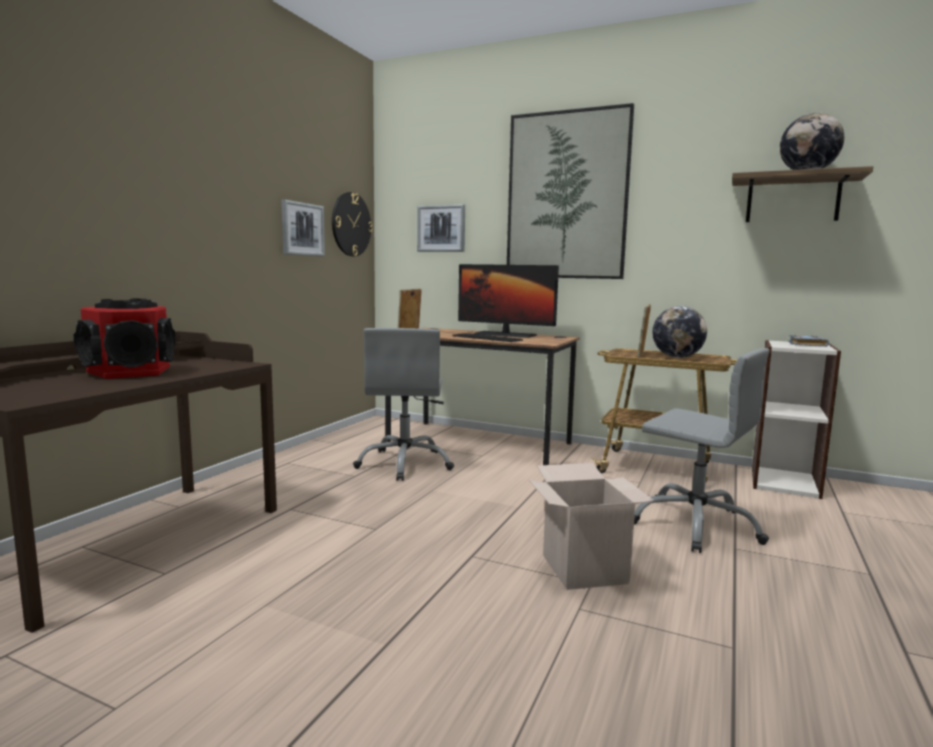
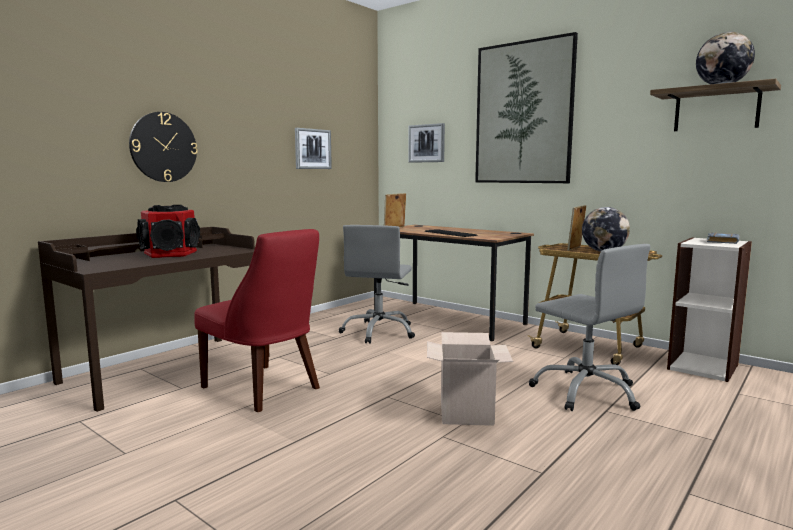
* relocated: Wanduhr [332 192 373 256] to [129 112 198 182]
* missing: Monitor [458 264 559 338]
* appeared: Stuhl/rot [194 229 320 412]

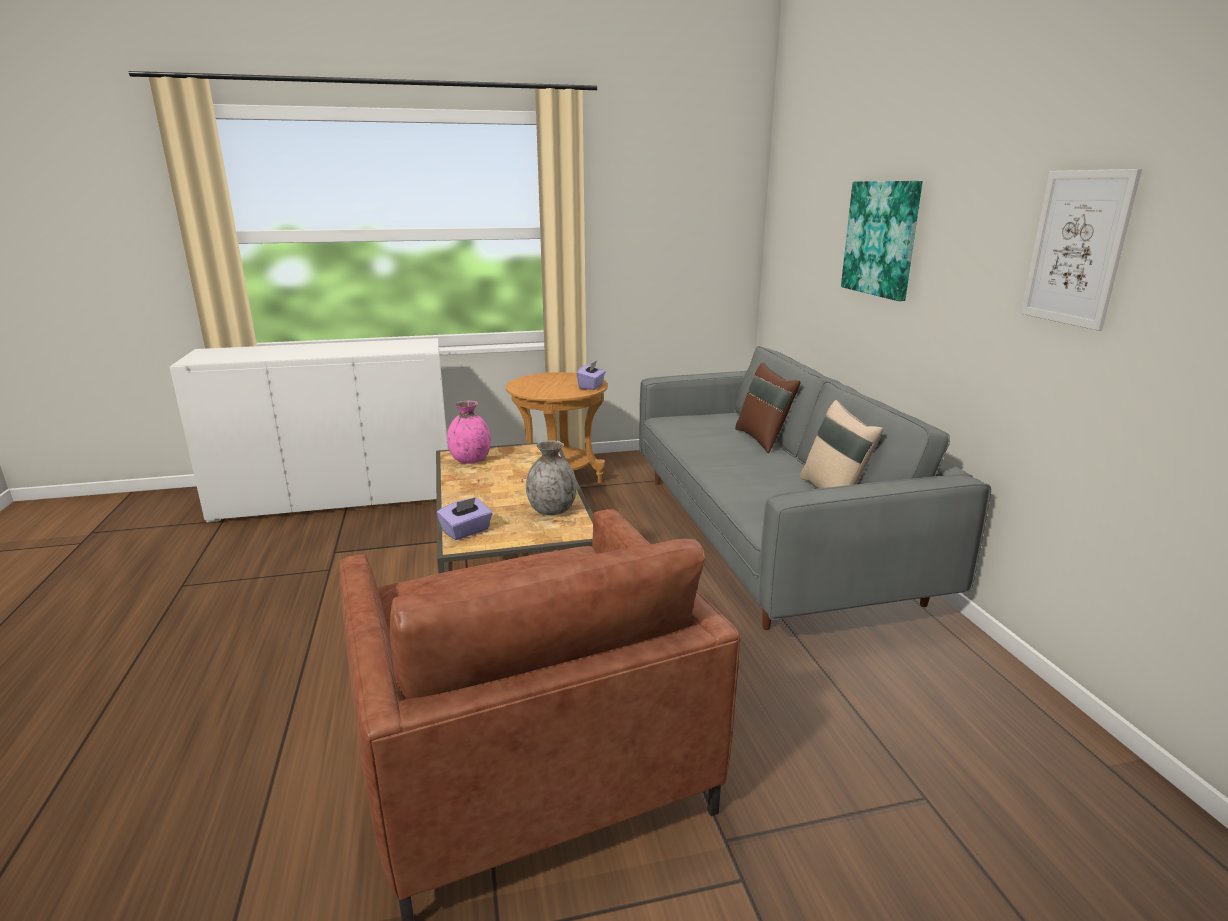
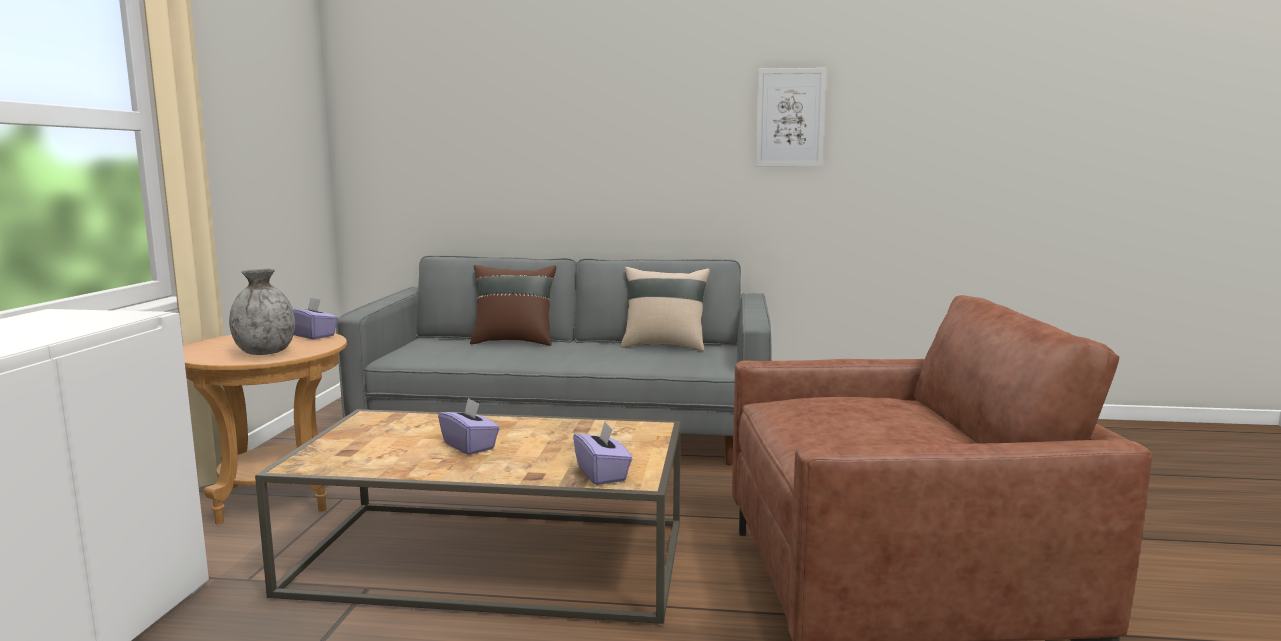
* missing: Vase/rosa [447 401 491 464]
* relocated: Vase/grau [526 440 577 515] to [229 269 295 355]
* missing: Bild [841 181 923 301]
* appeared: Taschentuchbox/lila [438 398 500 455]

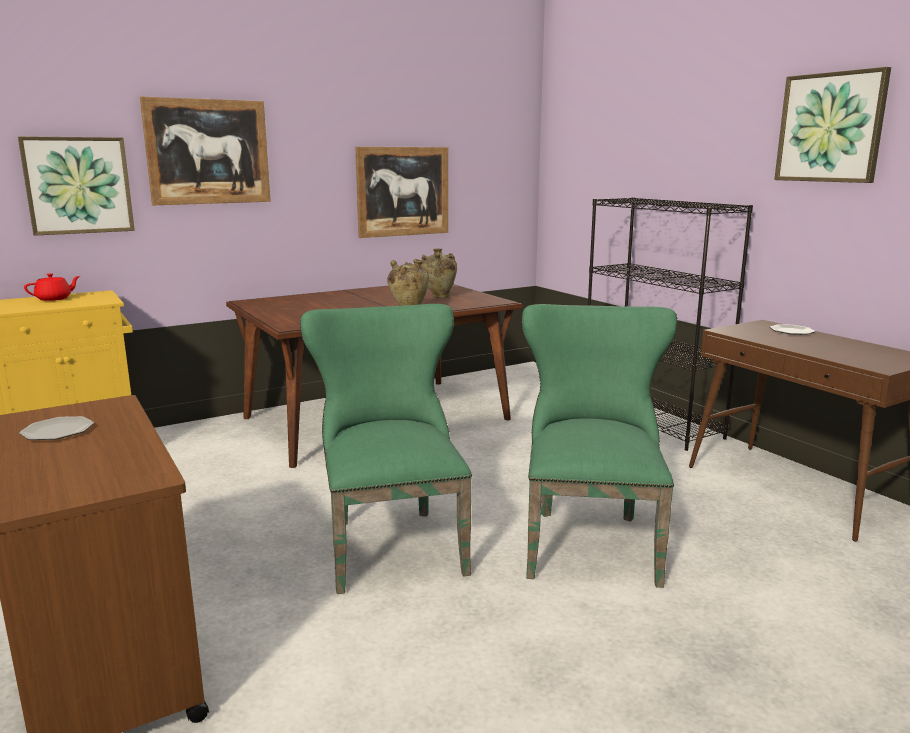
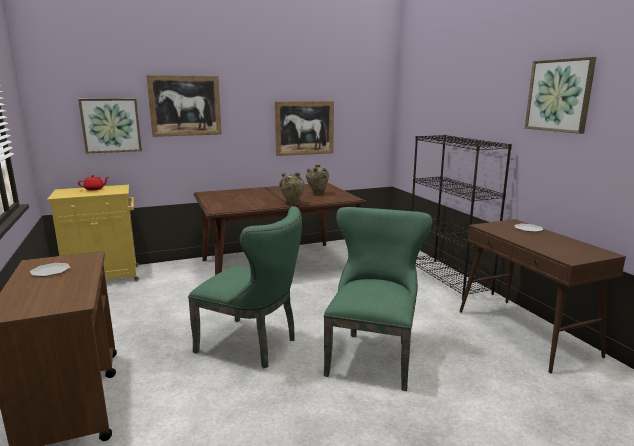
* spun: Stuhl/grün [300 304 472 594] = [188 206 302 368] 120 degrees clockwise

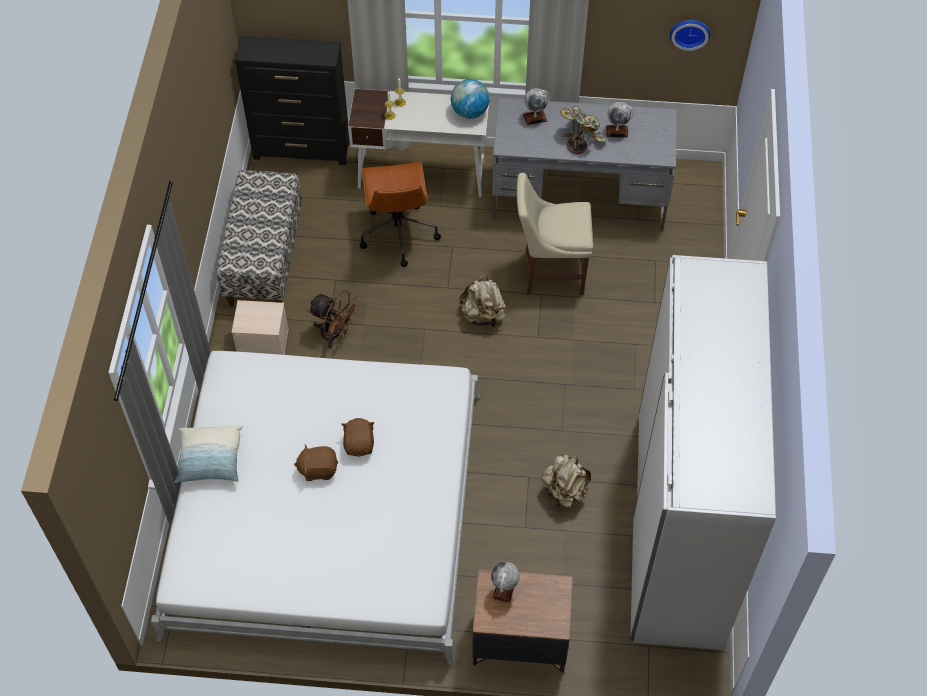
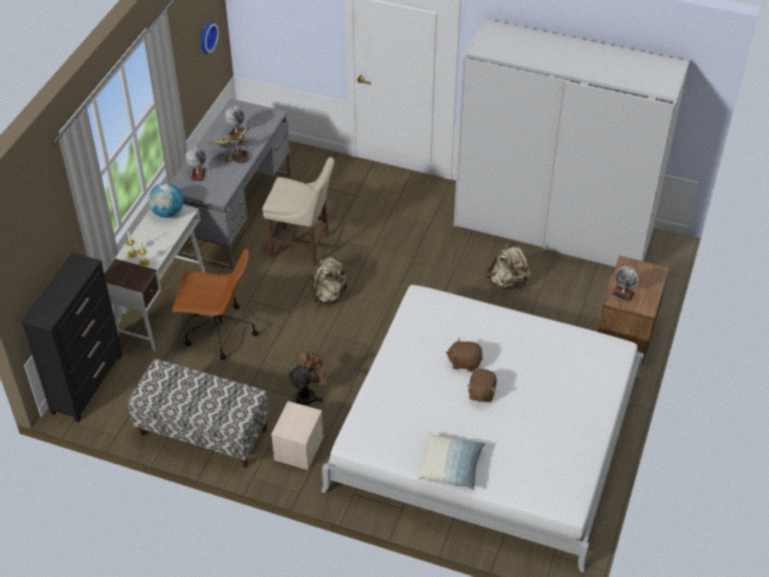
* spun: Stuhl/beige [517 173 593 295] = [262 157 334 265] 90 degrees counterclockwise

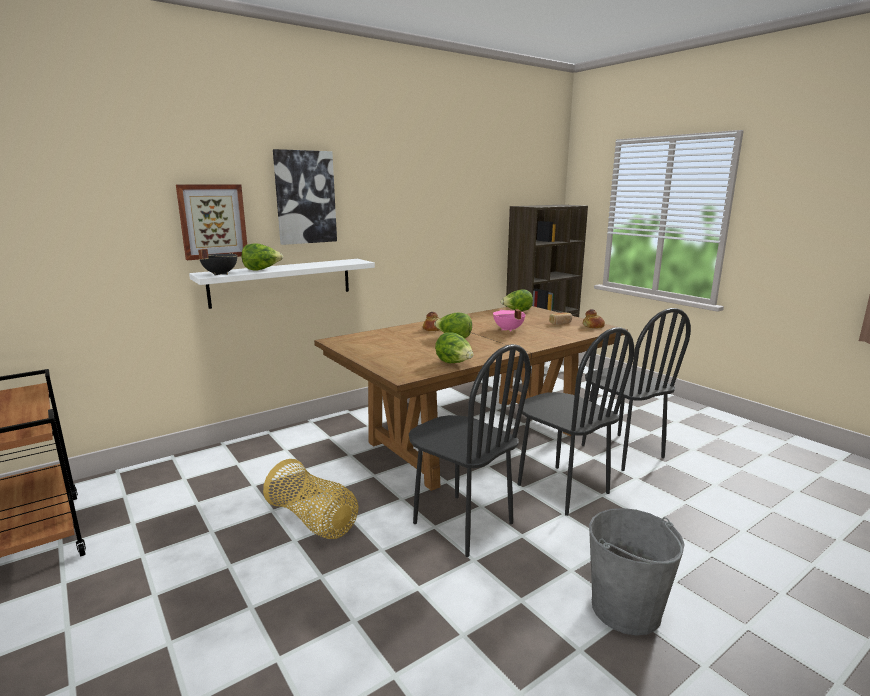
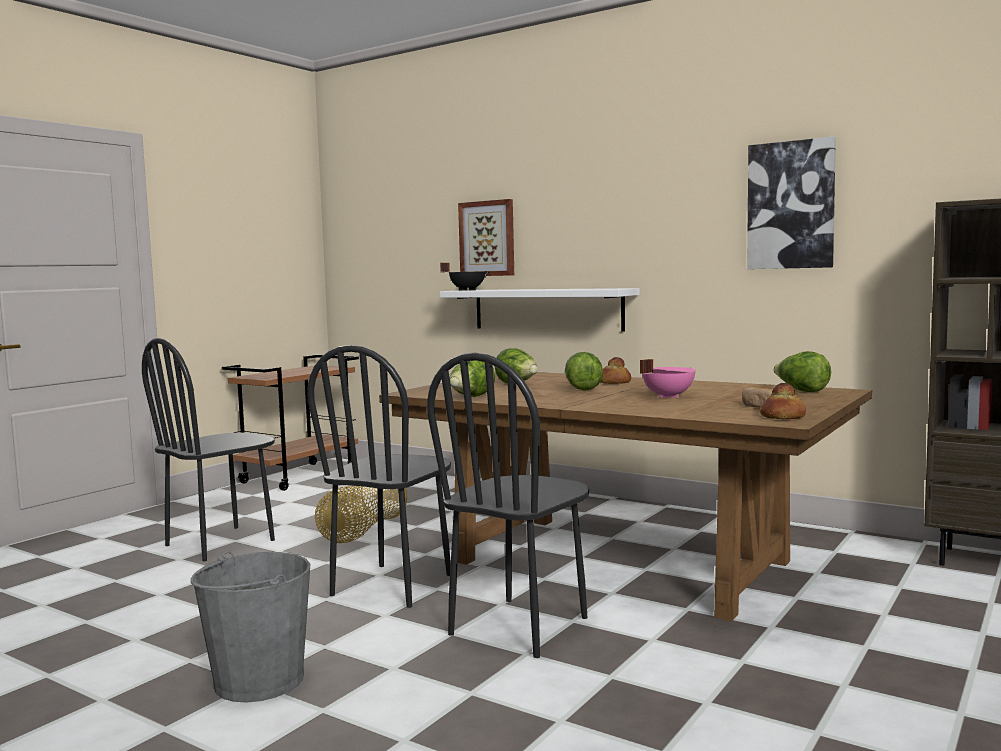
* relocated: Salatkopf [241 243 283 270] to [494 348 538 384]
* relocated: Bild [273 149 337 245] to [747 137 836 269]
* relocated: Stuhl/schwarz [581 308 691 471] to [142 338 275 561]

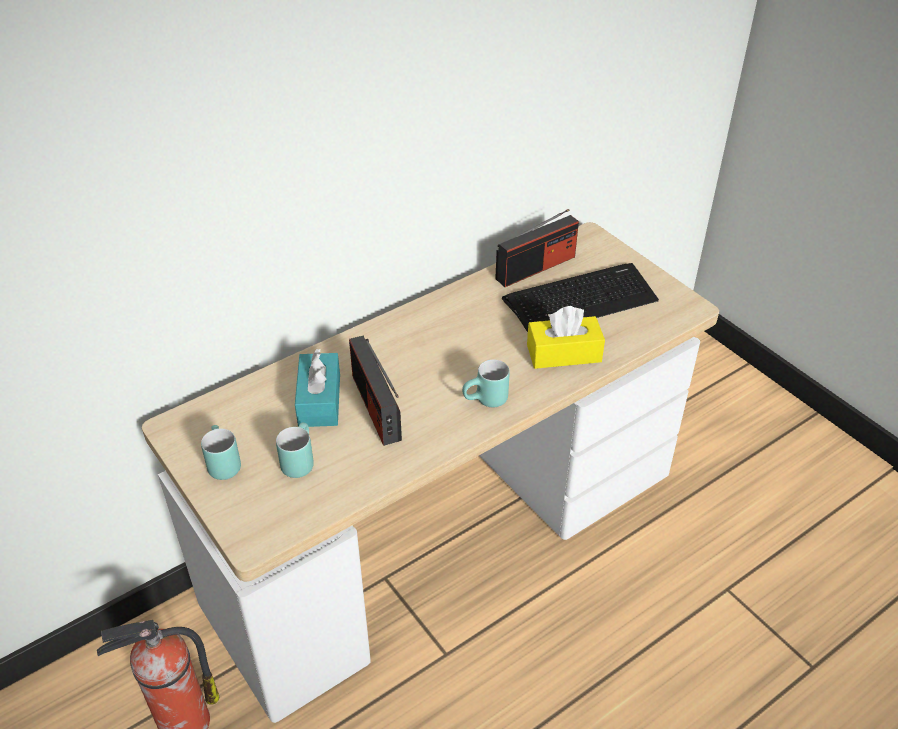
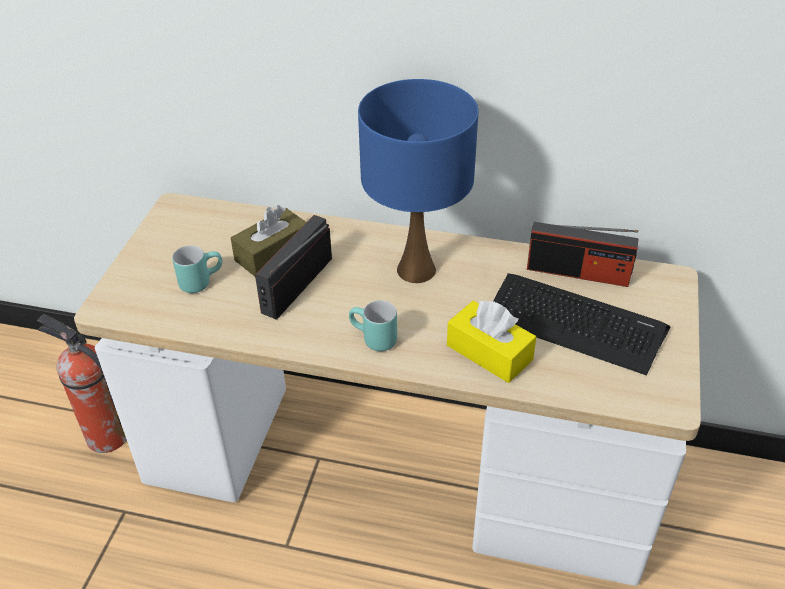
* missing: Henkelbecher/türkis [201 425 241 480]
* colour: Taschentuchbox/türkis [295 349 340 427] to Taschentuchbox/braun [231 205 306 276]
* appeared: Tischlampe/blau [358 79 478 283]

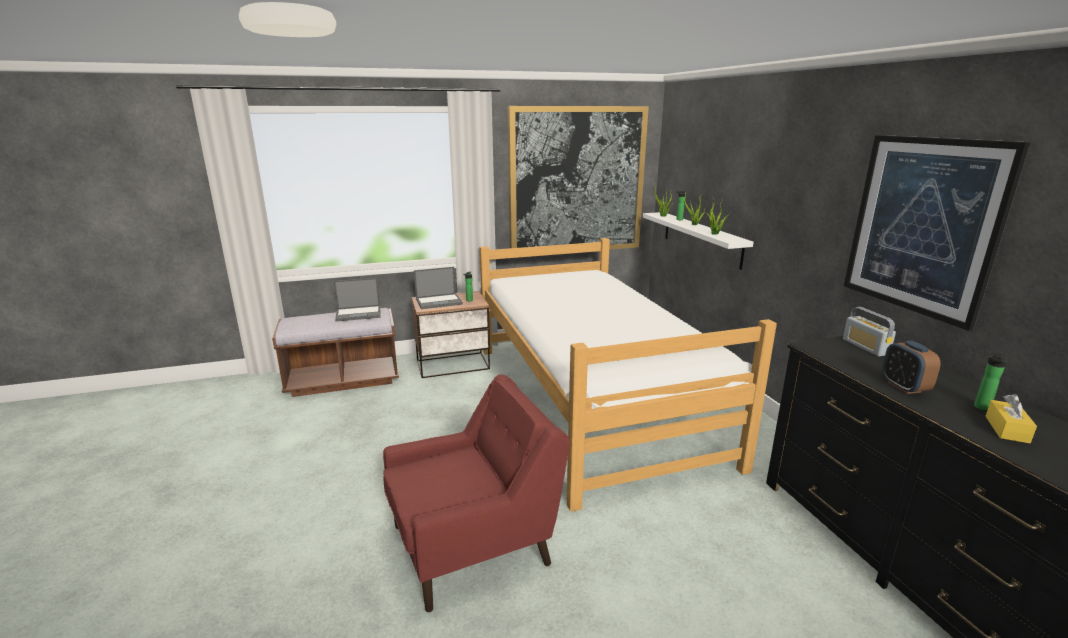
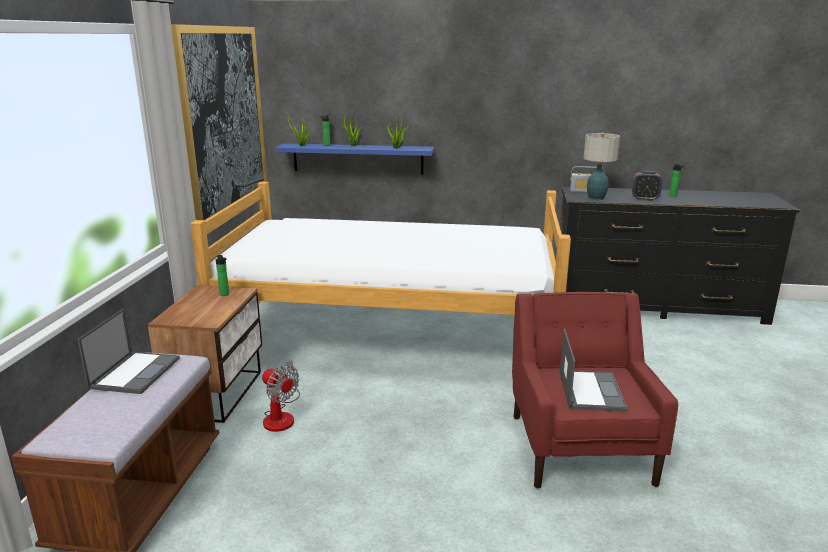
* relocated: Laptop [414 267 463 309] to [560 329 628 412]
* colour: Wandregal/weiß [643 212 754 270] to Wandregal/blau [275 143 434 175]
* missing: Bild [844 135 1030 331]
* missing: Taschentuchbox/gelb [986 394 1037 444]
* appeared: Ventilator [262 360 300 432]
* appeared: Tischlampe [584 133 620 200]

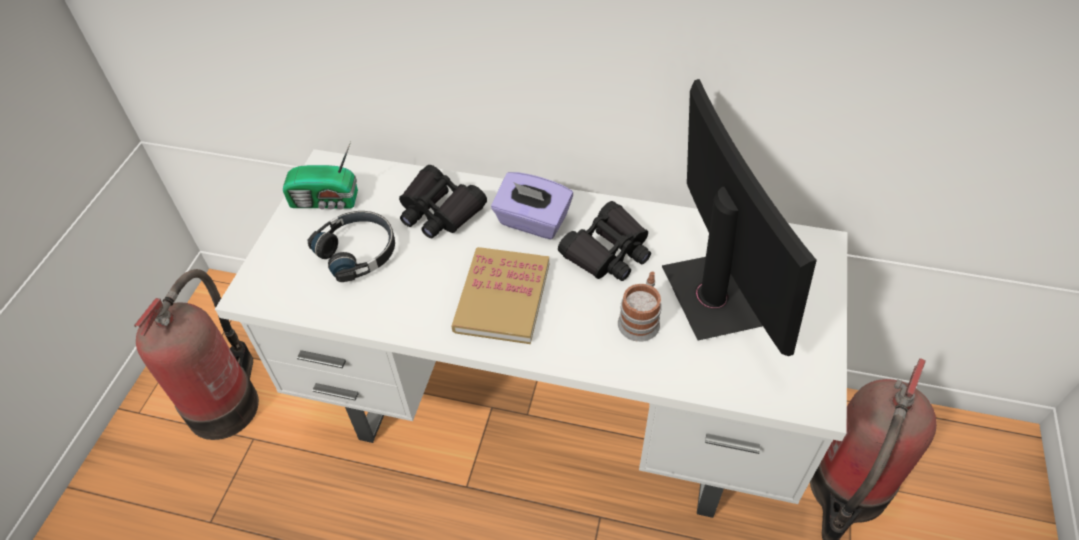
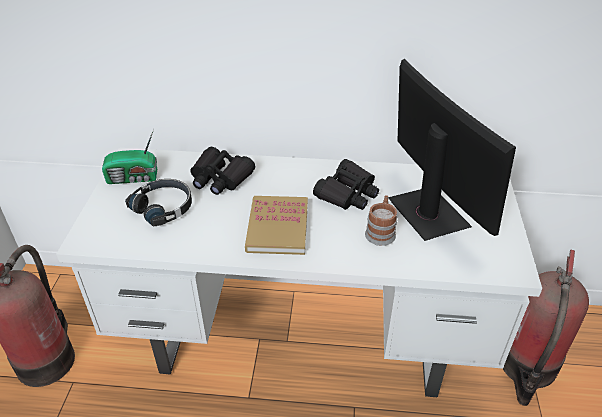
* missing: Taschentuchbox/lila [491 172 573 239]

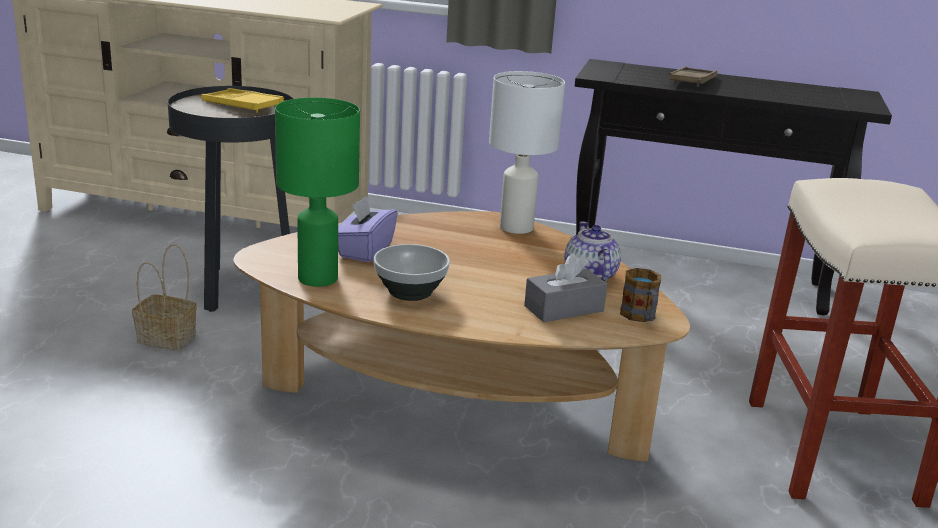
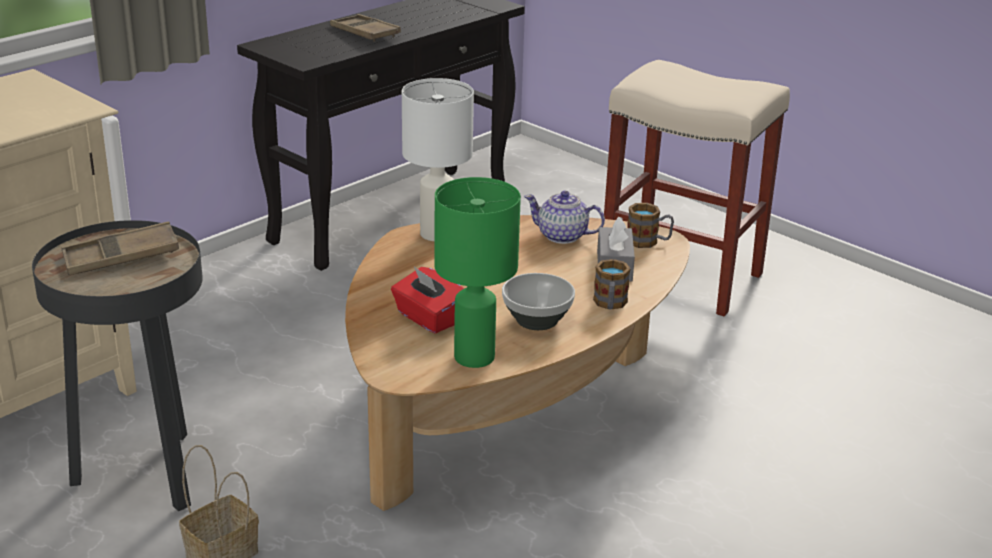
* colour: Tablett/gelb [201 88 284 112] to Tablett/braun [61 221 179 275]
* colour: Taschentuchbox/lila [338 195 398 262] to Taschentuchbox/rot [391 267 464 334]
* appeared: Henkelbecher [593 259 631 310]

